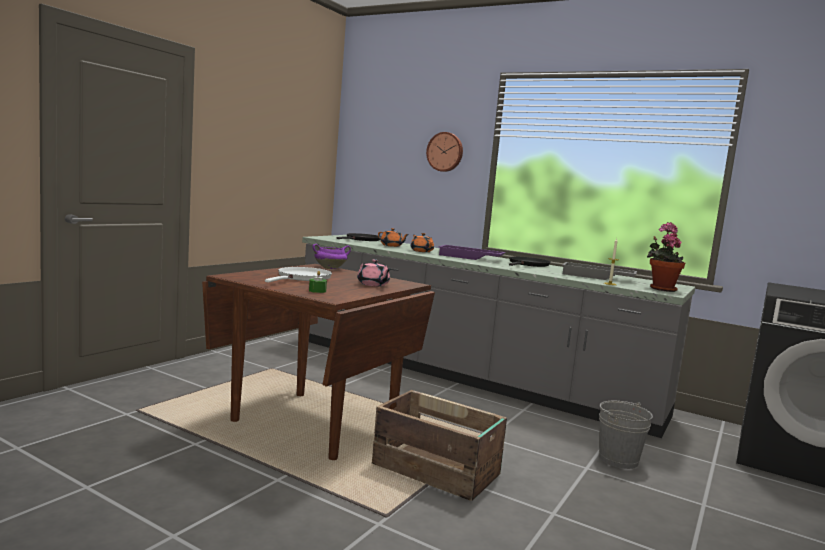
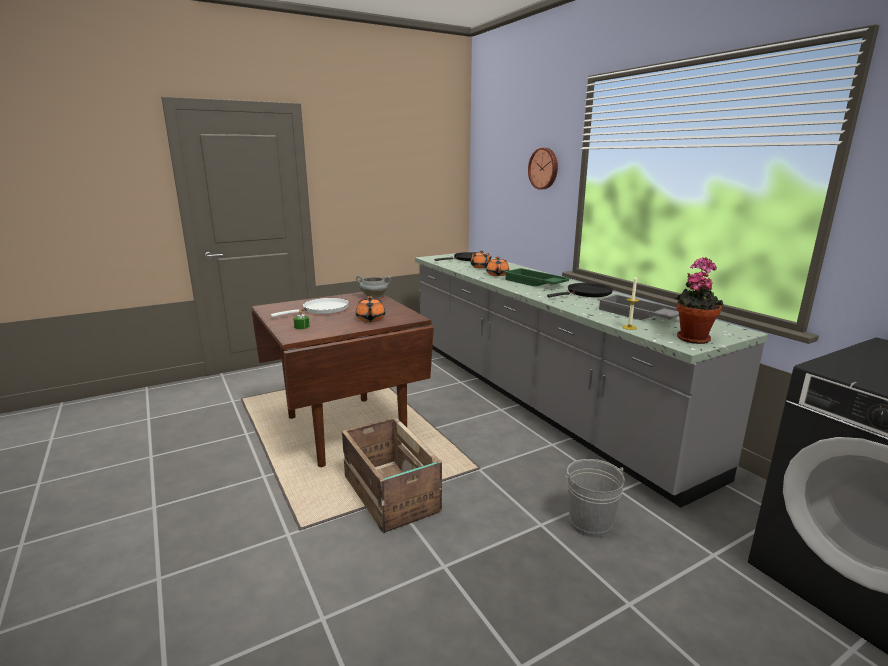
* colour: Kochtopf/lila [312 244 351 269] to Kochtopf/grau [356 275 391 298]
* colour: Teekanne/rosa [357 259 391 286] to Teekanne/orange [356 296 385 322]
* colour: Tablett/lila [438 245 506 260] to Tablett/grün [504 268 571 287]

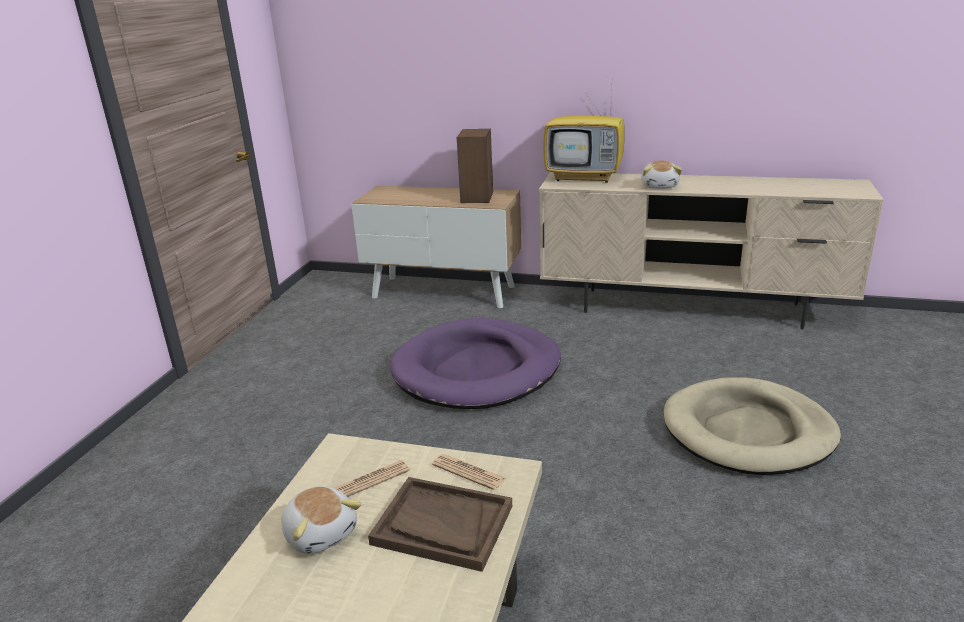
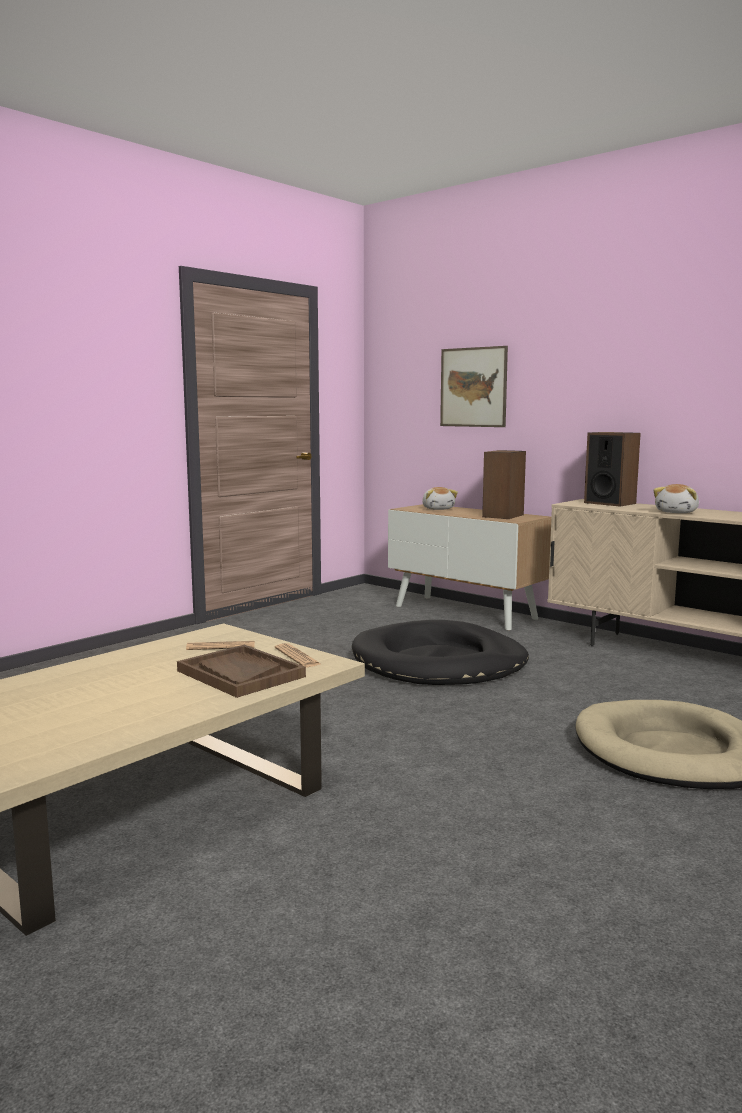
* relocated: Plüschtier [281 486 362 554] to [422 487 458 510]
* colour: Hundebett/lila [390 318 561 409] to Hundebett/schwarz [352 620 529 685]
* exchanged: Fernseher [543 86 624 183] to Lautsprecher [584 432 641 507]
* appeared: Bild [440 346 508 427]

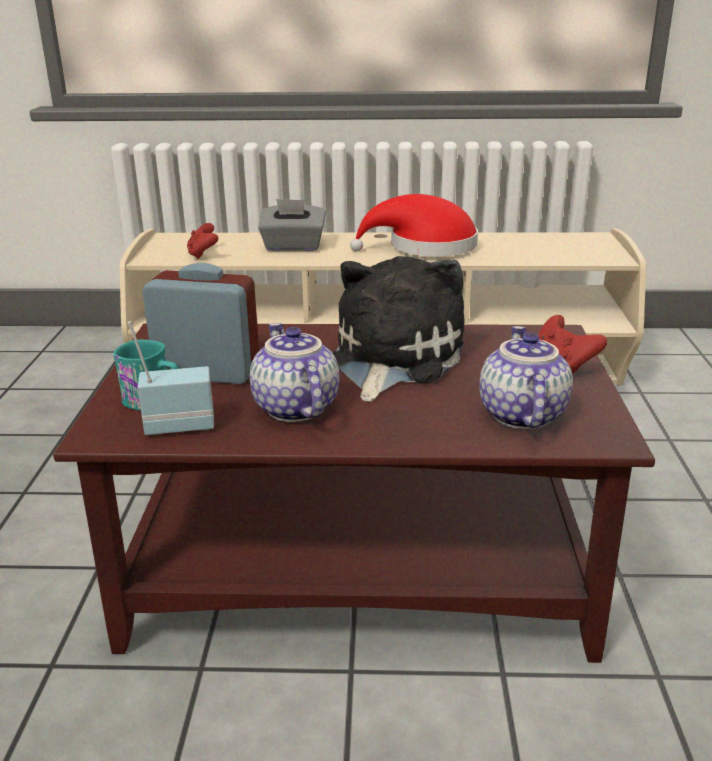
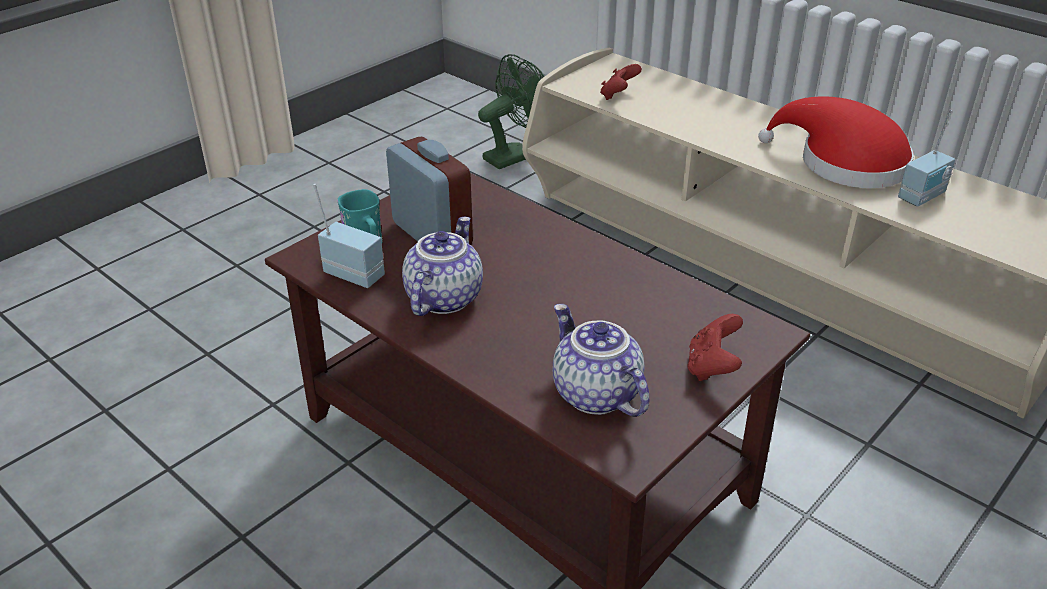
* missing: Taschentuchbox/grau [258 199 326 251]
* missing: Plüschtier [332 256 464 402]
* spun: Teekanne [479 326 573 429] = [553 304 649 417] 75 degrees counterclockwise
* appeared: Ventilator/grün [478 54 545 169]
* appeared: Radio [898 110 955 206]

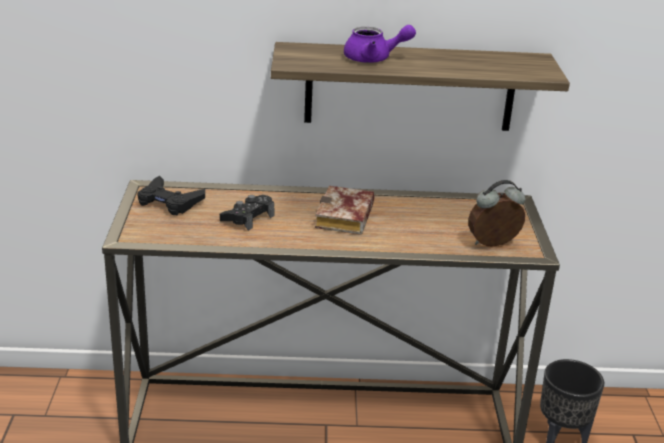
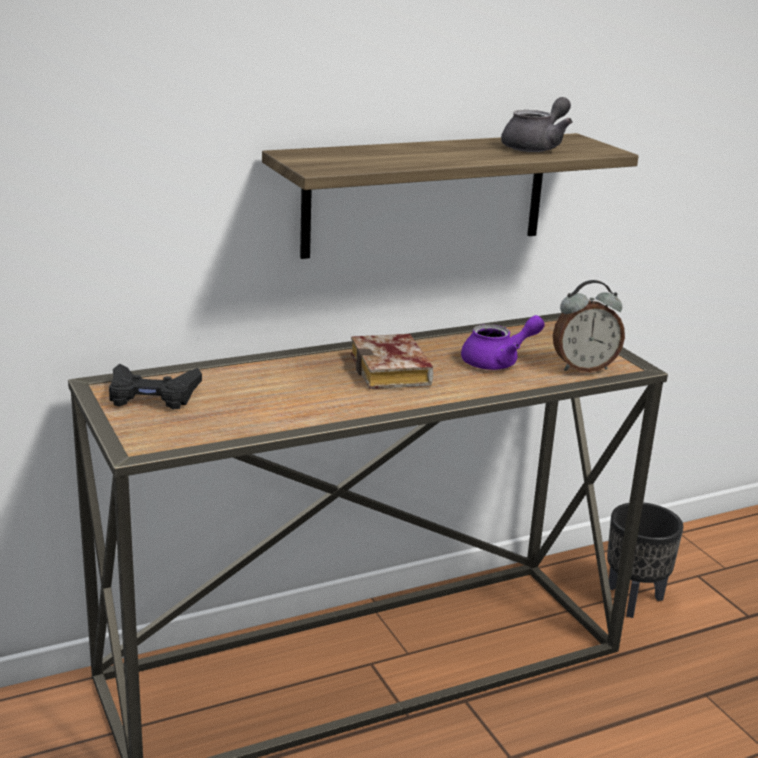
* missing: Gamepad/schwarz [220 195 275 231]
* relocated: Teekanne/lila [344 25 416 63] to [461 315 545 370]
* spun: Wecker [468 180 525 246] = [553 280 625 372] 150 degrees counterclockwise
* appeared: Teekanne/grau [501 97 573 152]

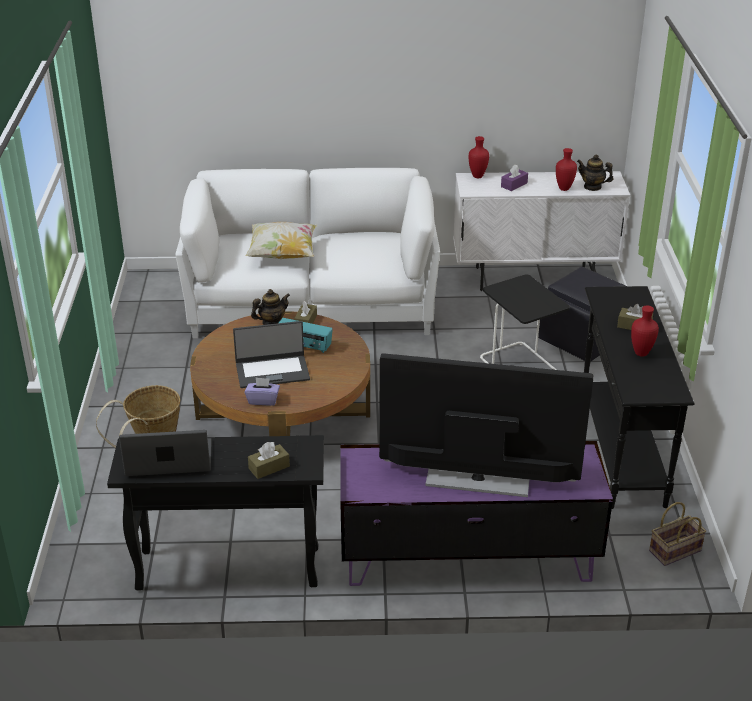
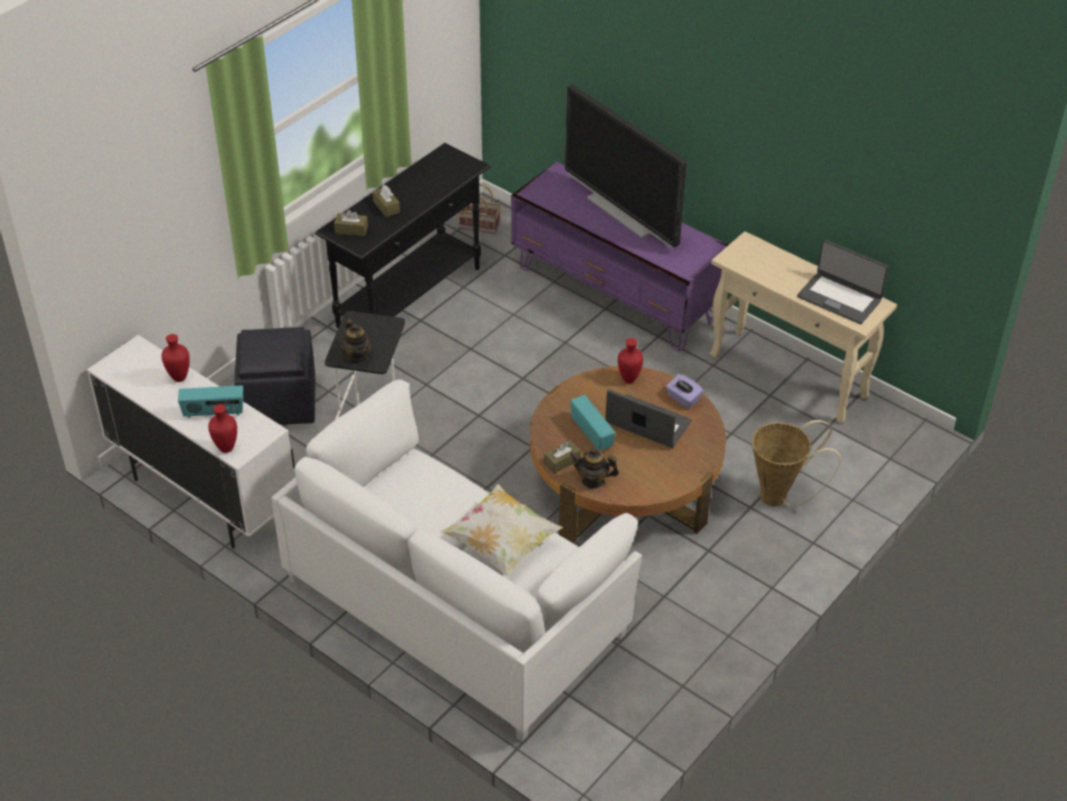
* colour: Konsolentisch/schwarz [107 435 324 590] to Konsolentisch/beige [710 231 897 424]
* relocated: Taschentuchbox/braun [248 442 290 479] to [334 210 368 236]
* exchanged: Taschentuchbox/lila [501 165 528 191] to Radio [178 385 243 418]
* relocated: Teekanne [577 155 613 191] to [341 319 372 363]
* relocated: Vase/rot [631 305 659 357] to [618 338 643 383]

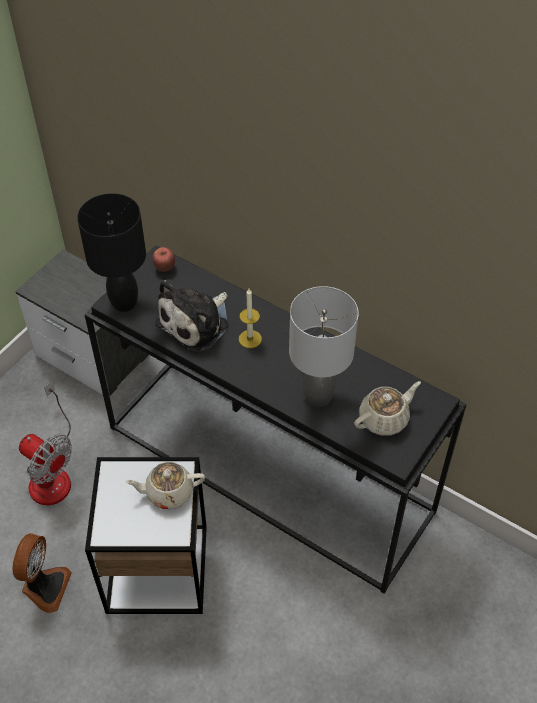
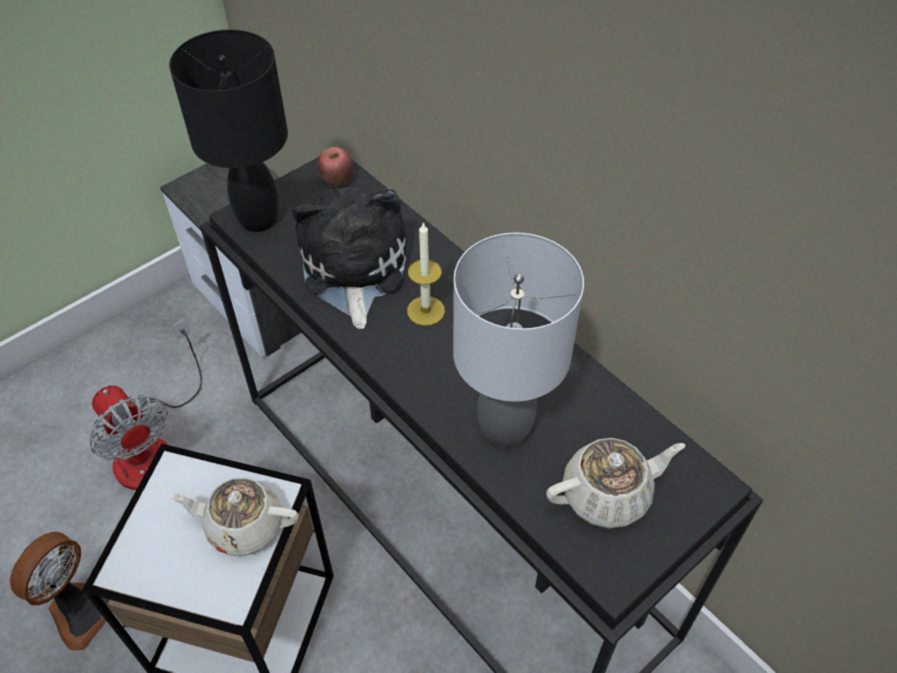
* spun: Plüschtier [155 280 229 352] = [292 187 406 329] 120 degrees clockwise

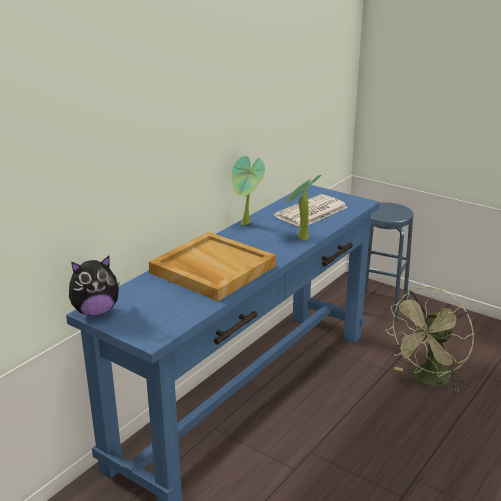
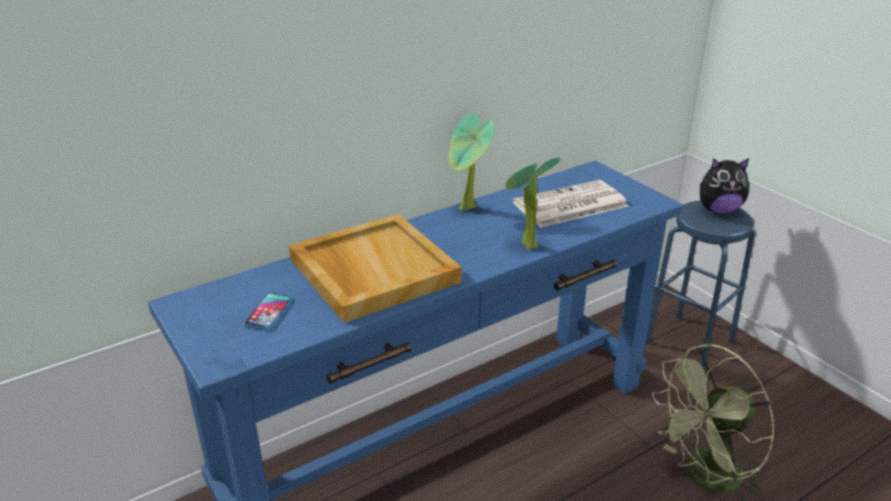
* relocated: Plüschtier [69 256 120 316] to [700 158 749 214]
* appeared: Handy [244 293 292 330]

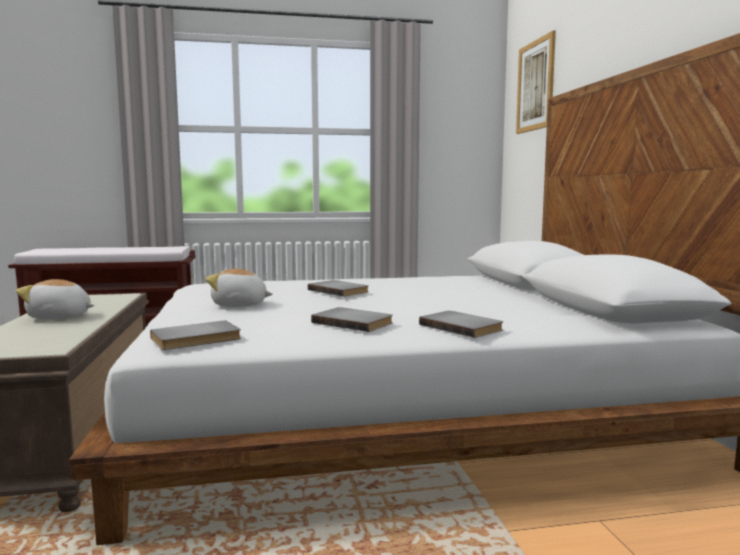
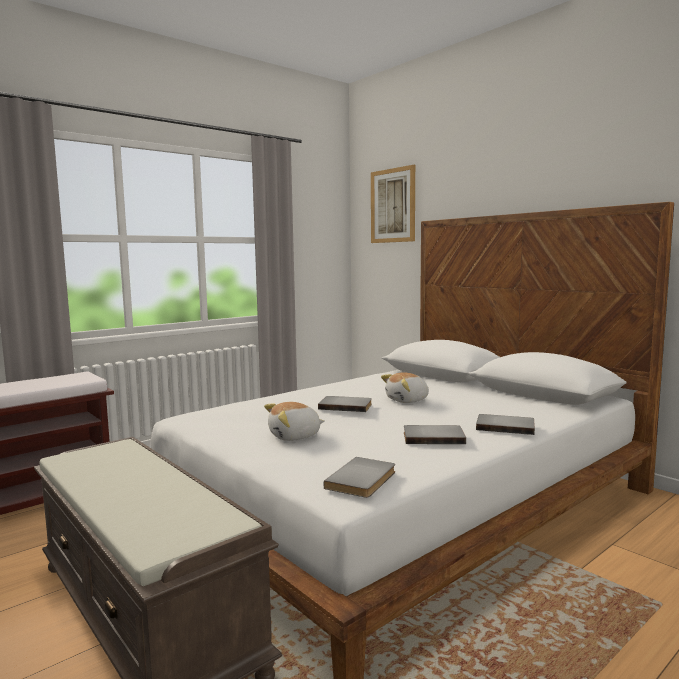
* relocated: Plüschtier [16 279 94 319] to [381 372 429 403]

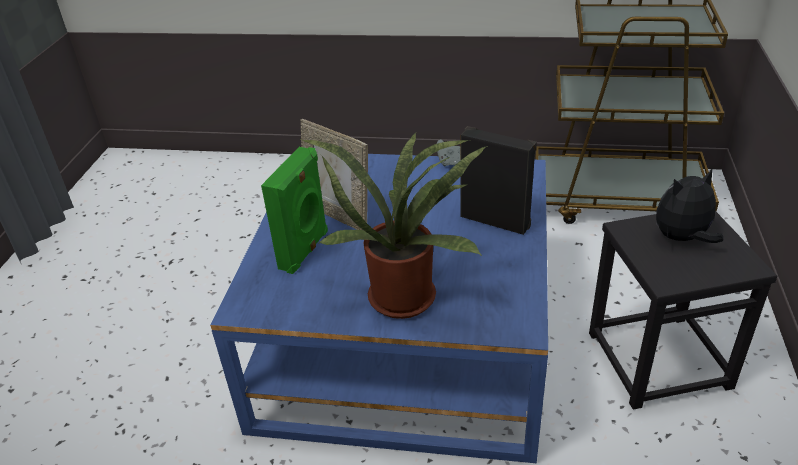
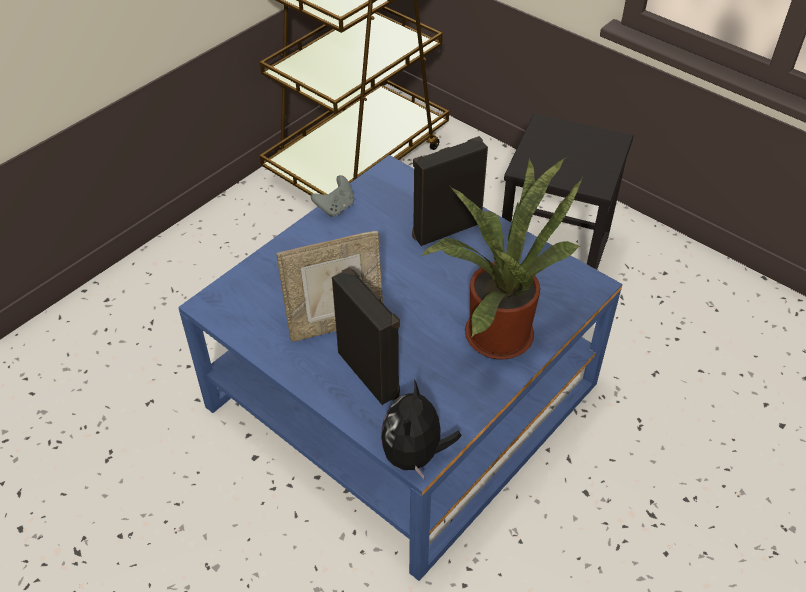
* colour: Lautsprecher/grün [261 147 328 274] to Lautsprecher/schwarz [332 267 400 405]
* relocated: Plüschtier [656 169 723 243] to [381 379 462 479]

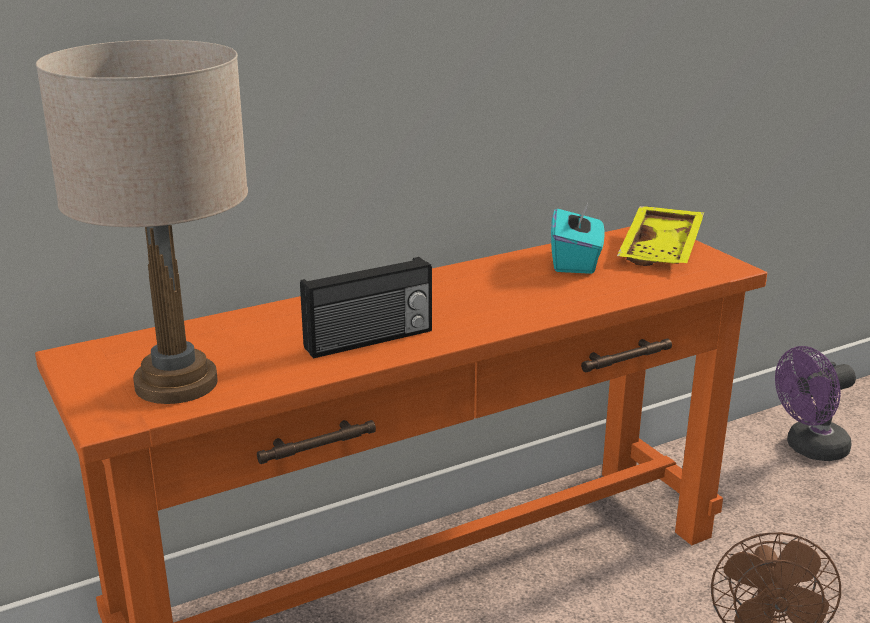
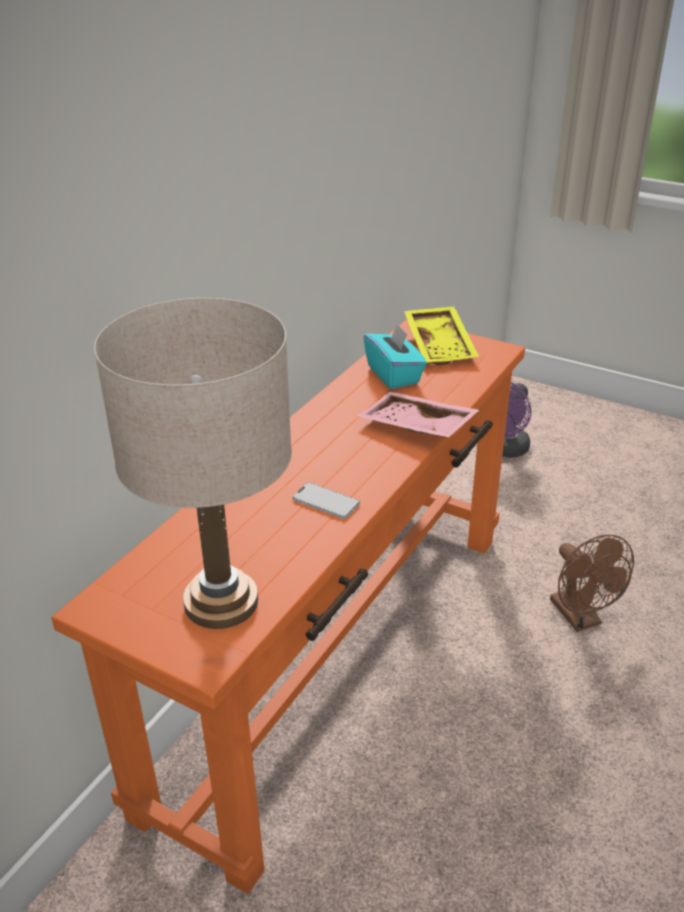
* exchanged: Radio [300 257 432 359] to Handy [293 482 360 519]
* appeared: Tablett/rosa [357 392 479 438]

